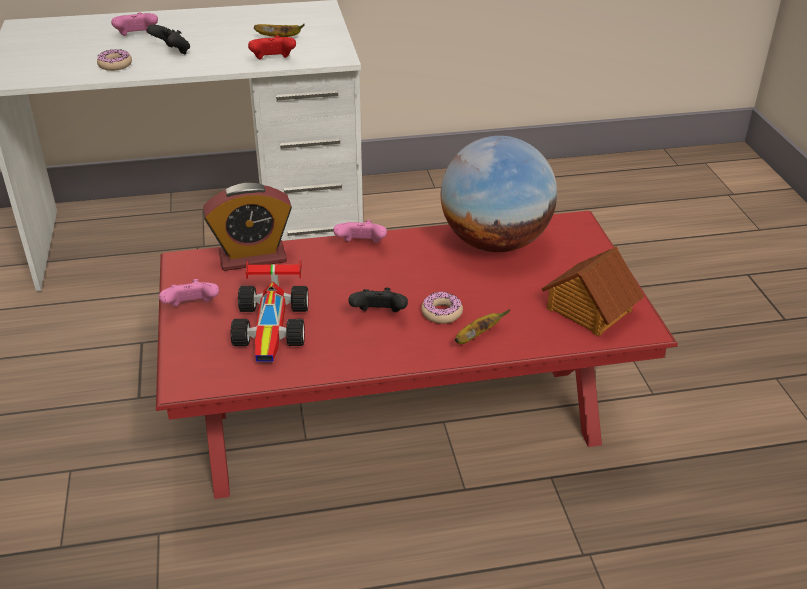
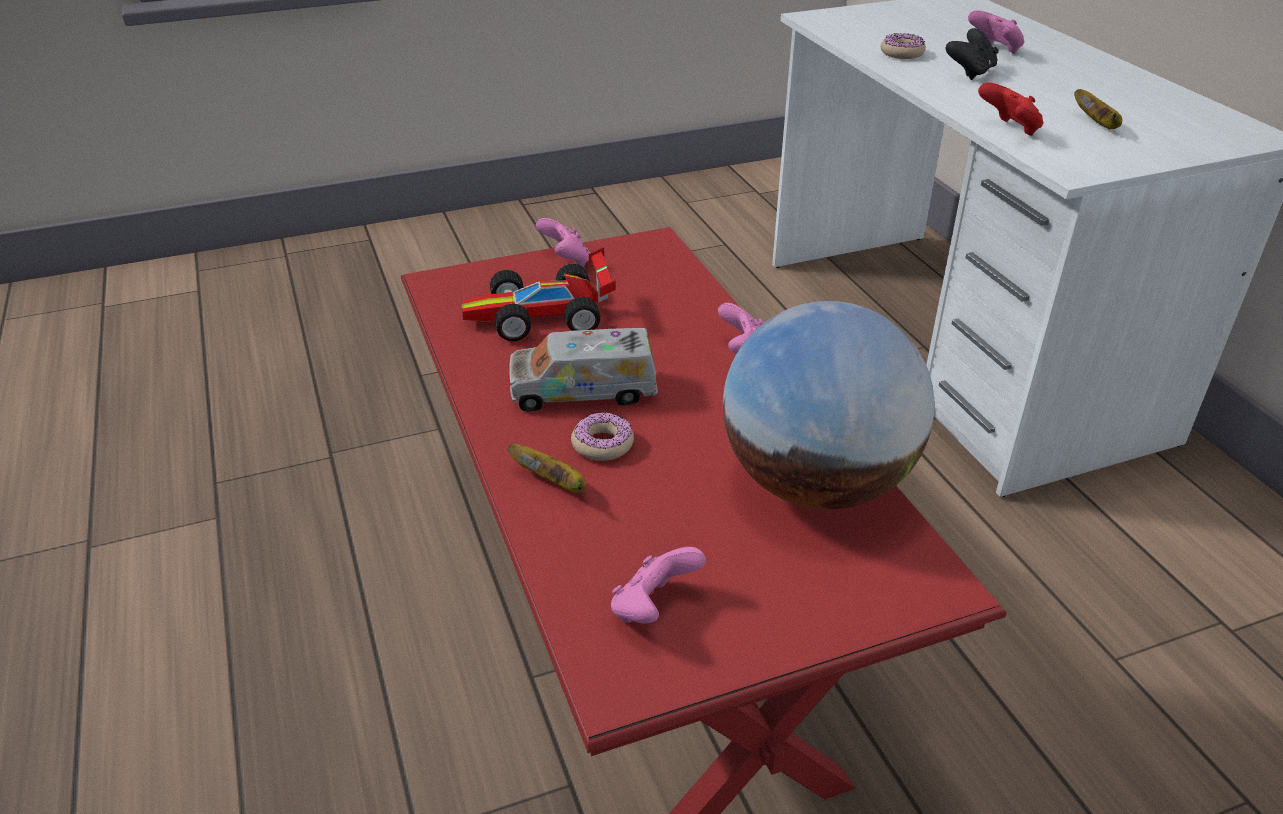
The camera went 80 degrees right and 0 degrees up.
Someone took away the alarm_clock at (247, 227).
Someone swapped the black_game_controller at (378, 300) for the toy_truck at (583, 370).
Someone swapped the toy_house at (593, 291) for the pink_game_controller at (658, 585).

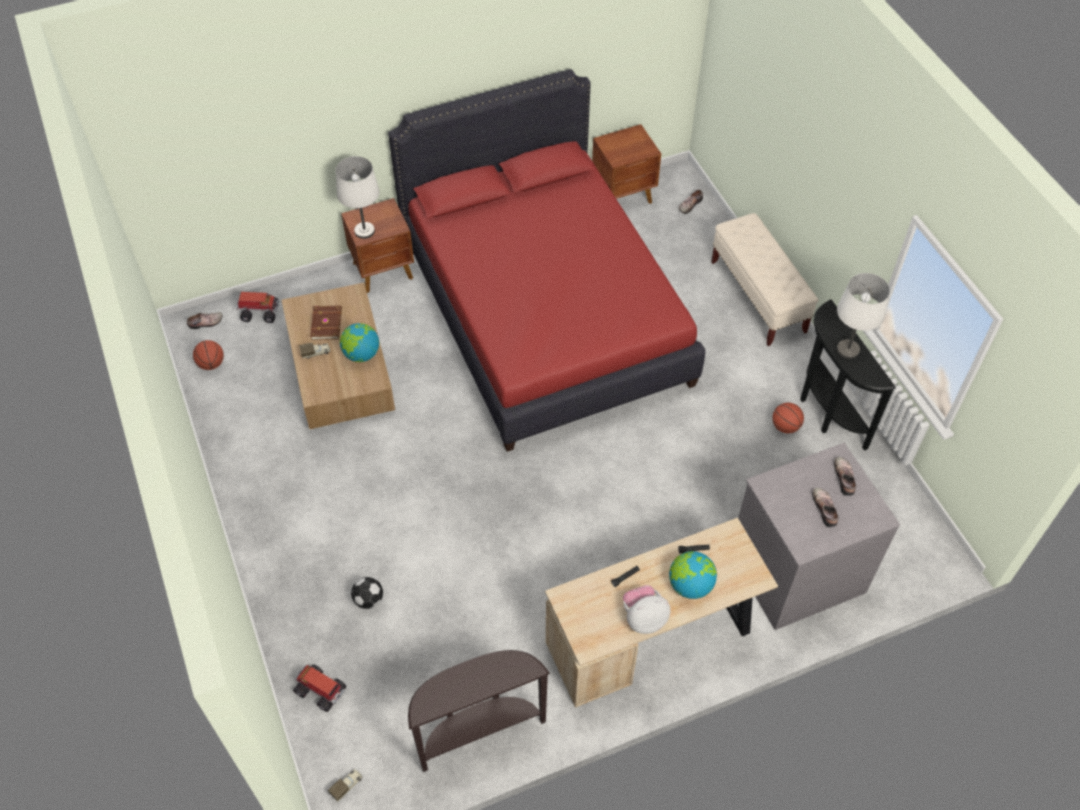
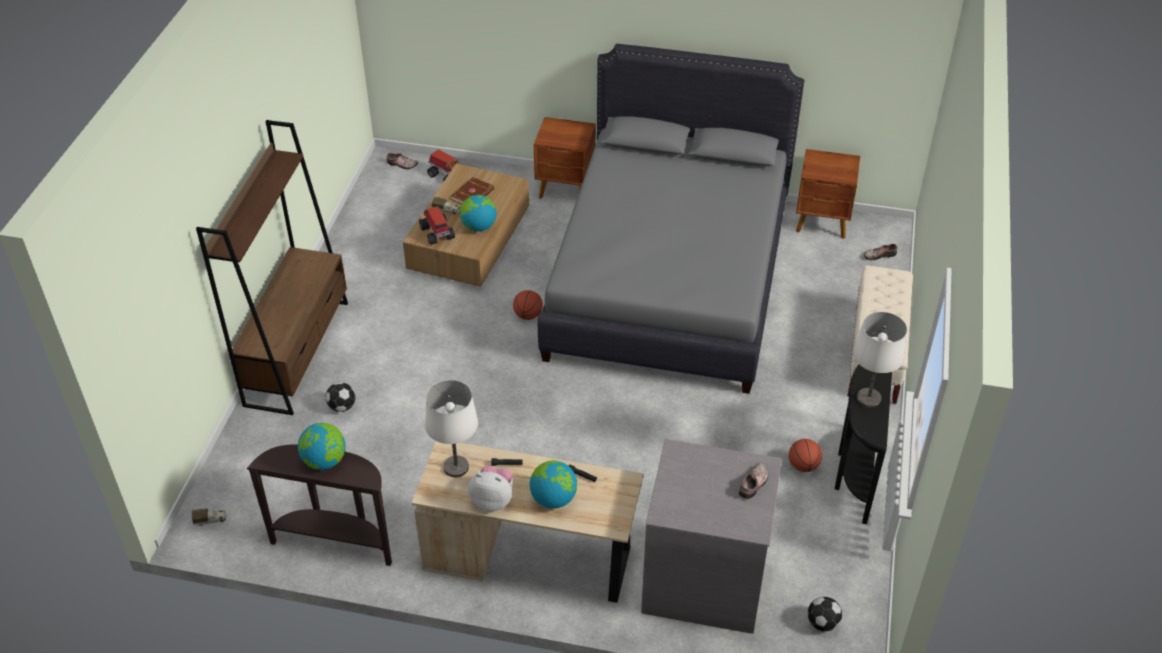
The camera went 35 degrees right and 10 degrees down.
Someone took away the shoe at (825, 507).
Someone put down the brown_bookcase at (272, 267).
Someone put down the globe at (321, 446).
Someone put down the football at (825, 614).
Someone carried the basketball from (208, 355) to (528, 305).
Someone carried the toy_truck from (319, 688) to (437, 225).
Someone carried the white_table_lamp from (357, 197) to (451, 428).
Someone repainted the red_bed at (546, 260), which became the grey_bed at (671, 219).

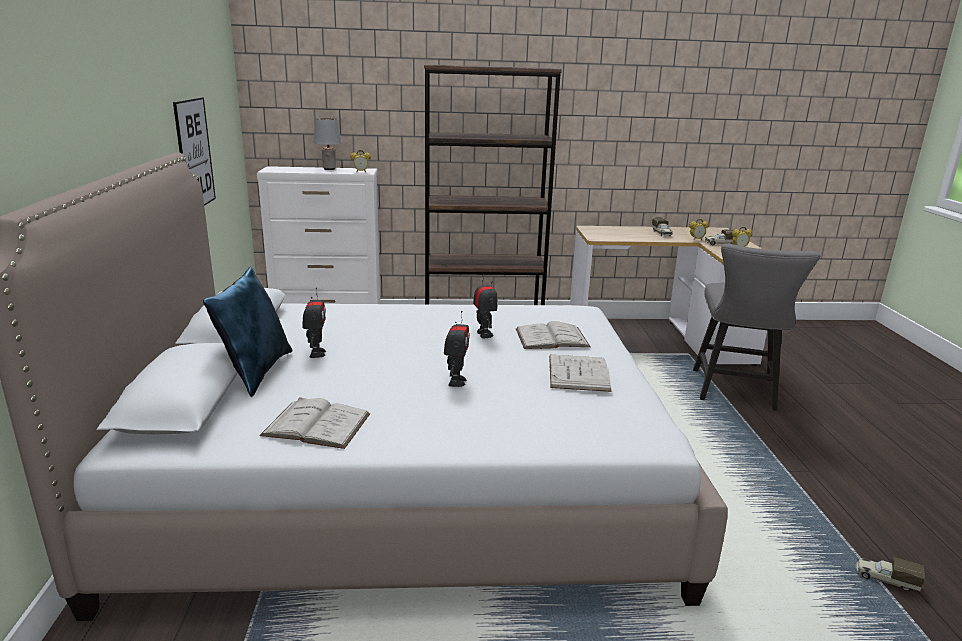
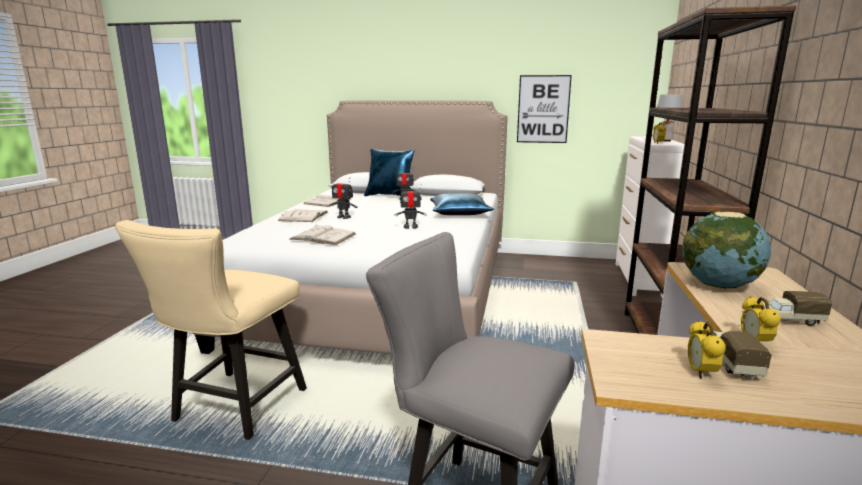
The camera went 105 degrees right and 5 degrees down.
Someone took away the toy_truck at (890, 574).
Someone put down the beige_chair at (211, 330).
Someone put down the blue_pillow at (462, 204).
Someone put down the globe at (727, 250).
Someone carried the white_book from (553, 335) to (302, 216).

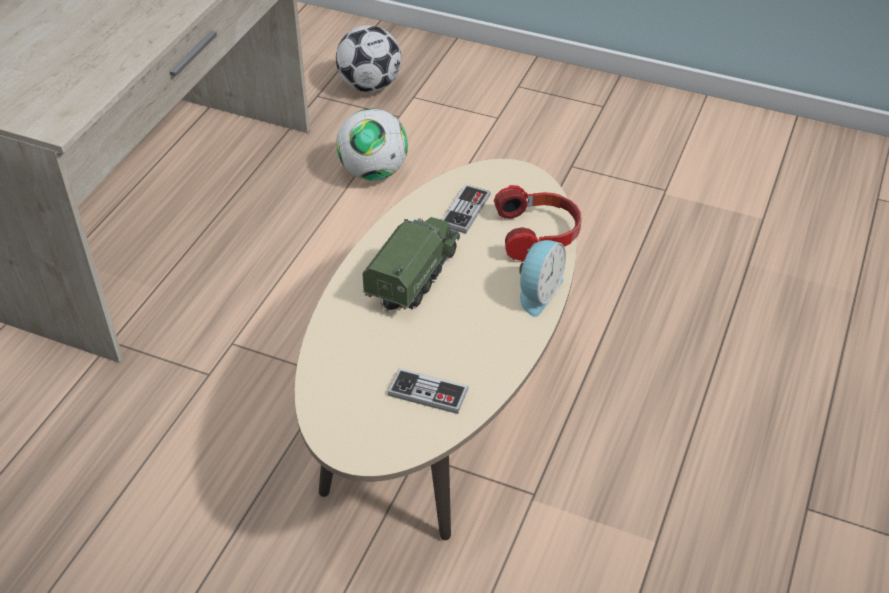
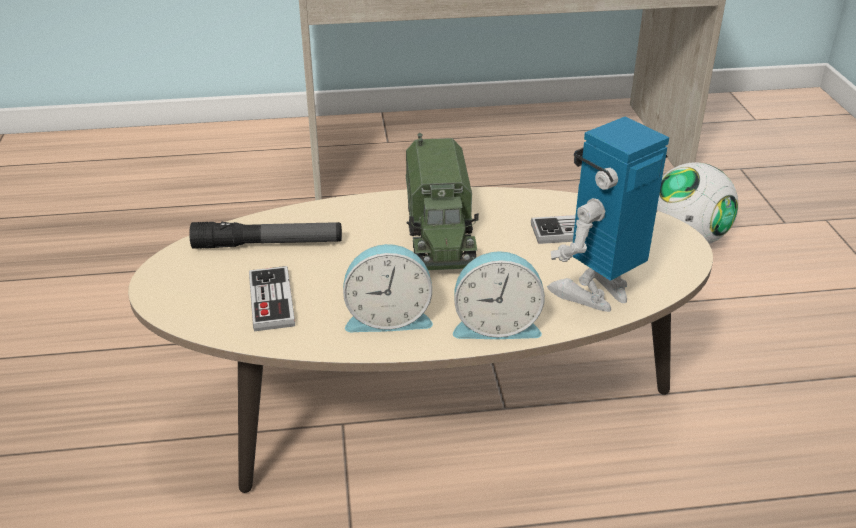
The camera went 60 degrees right and 10 degrees down.
Someone took away the football at (368, 58).
Someone put down the flashlight at (265, 235).
Someone put down the alarm_clock at (388, 288).
Someone swapped the headphones at (538, 223) for the toy_robot at (608, 214).
Someone rotated the toy_truck at (411, 264) by 90 degrees clockwise.

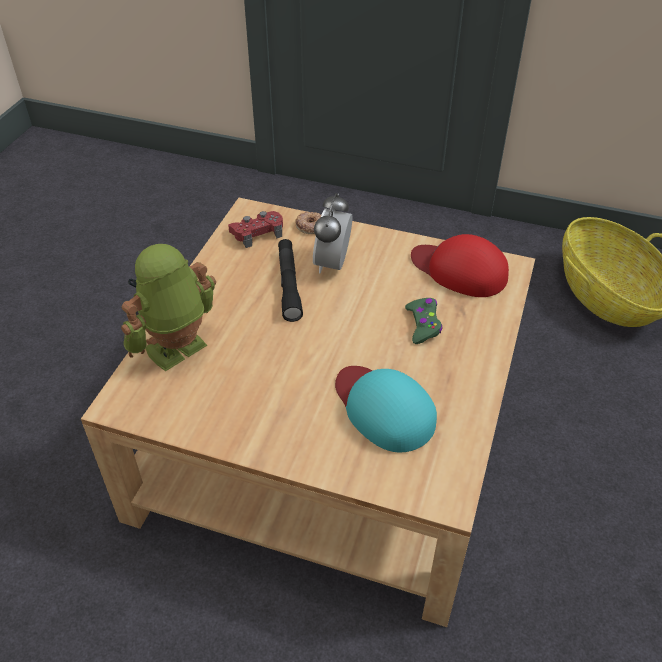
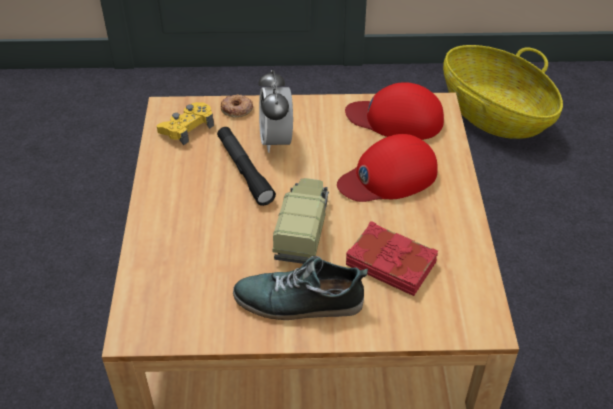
The camera went 20 degrees left and 0 degrees up.
Someone took away the toy_robot at (168, 307).
Someone put down the shoe at (300, 288).
Someone put down the toy_truck at (300, 221).
Someone swapped the turquoise_cap at (386, 409) for the red_book at (392, 258).
Someone swapped the green_game_controller at (423, 321) for the red_cap at (387, 168).
Someone repainted the red_game_controller at (255, 229), which became the yellow_game_controller at (185, 123).

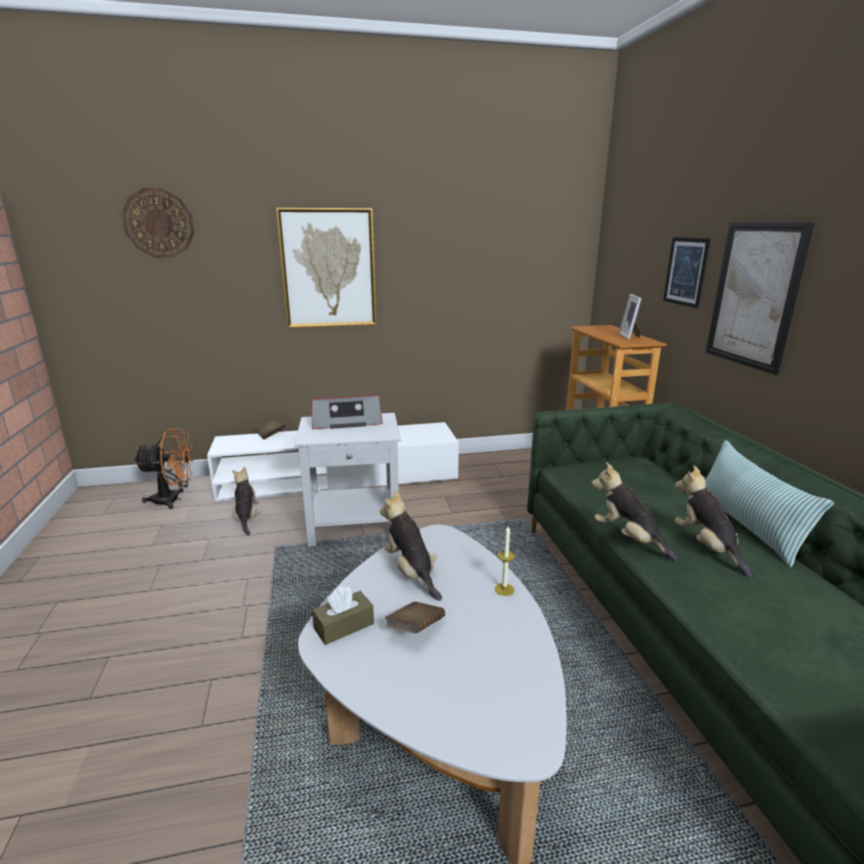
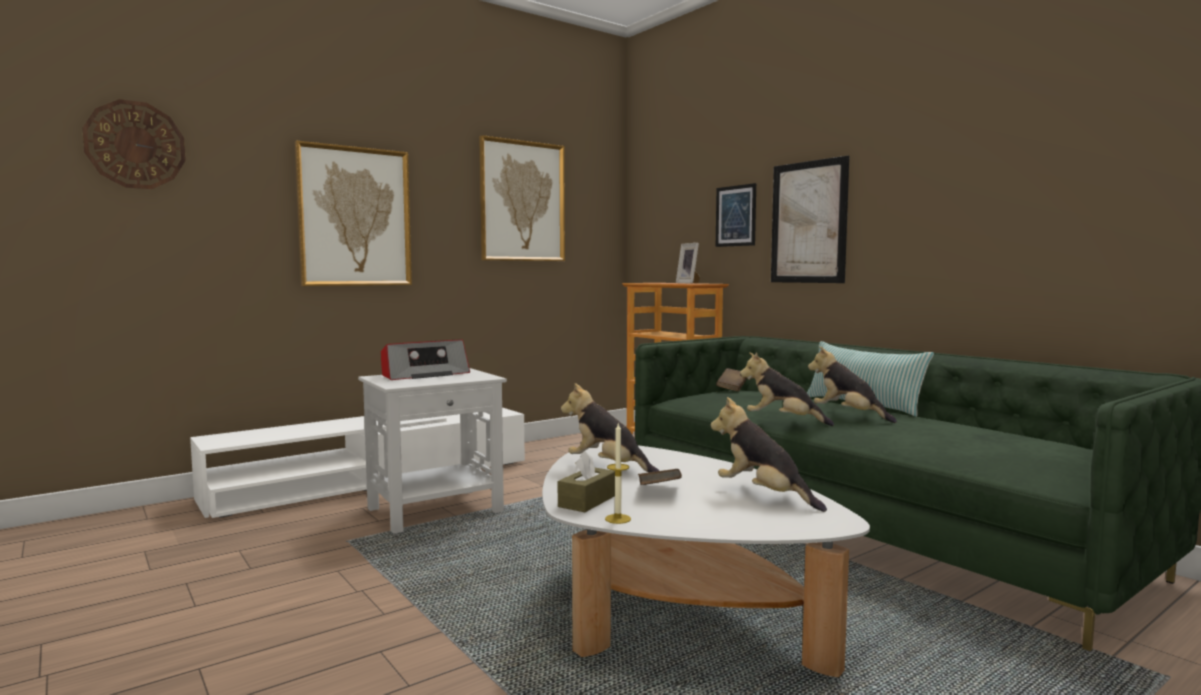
The camera went 25 degrees left and 15 degrees down.
Someone took away the orange_fan at (164, 469).
Someone put up the picture at (522, 198).
Someone carried the plush_toy from (247, 501) to (769, 454).
Someone carried the brown_book from (270, 429) to (731, 379).
Someone carried the candle from (505, 561) to (618, 473).

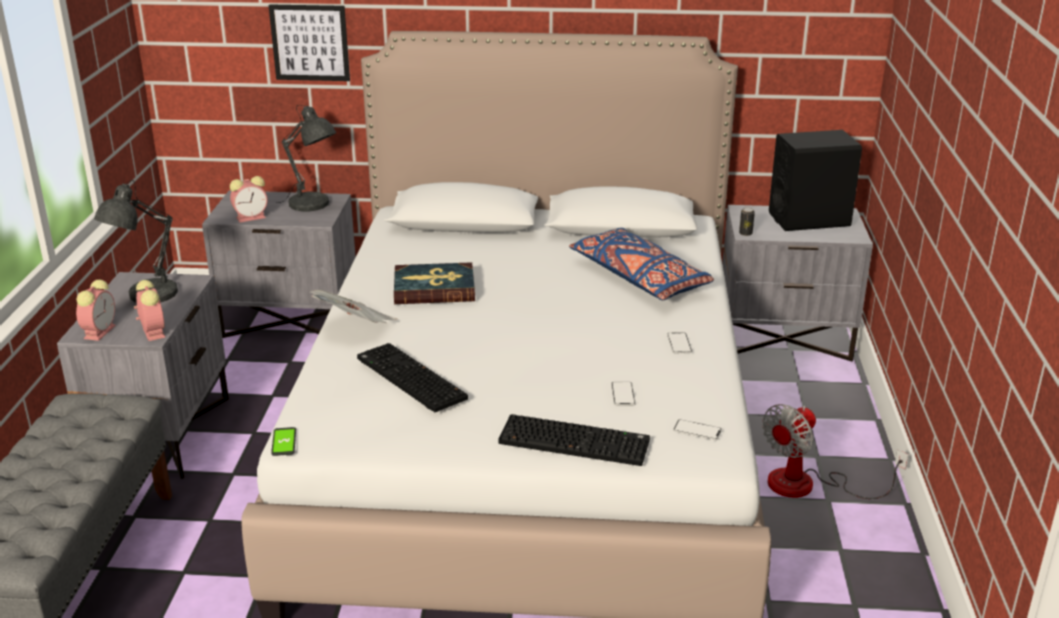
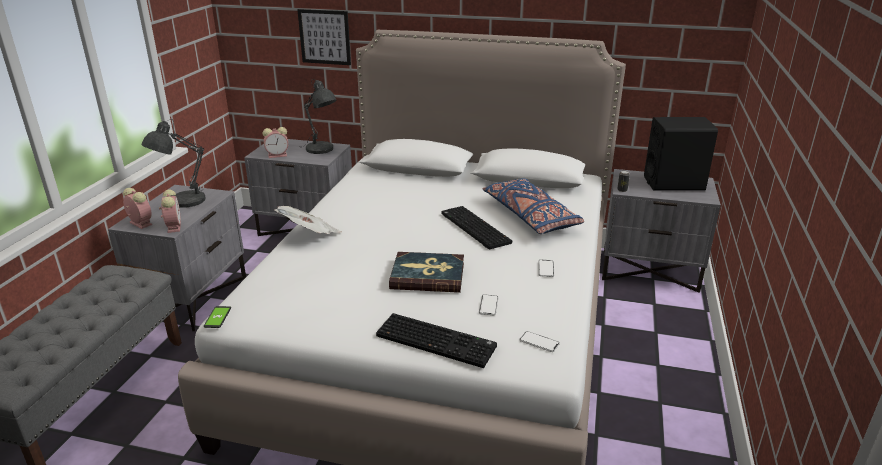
The camera went 10 degrees right and 0 degrees up.
Someone took away the fan at (835, 451).
Someone carried the keyboard from (412, 377) to (477, 227).
Someone carried the book from (434, 283) to (426, 272).
Someone rotated the alarm_clock at (96, 310) by 75 degrees counterclockwise.

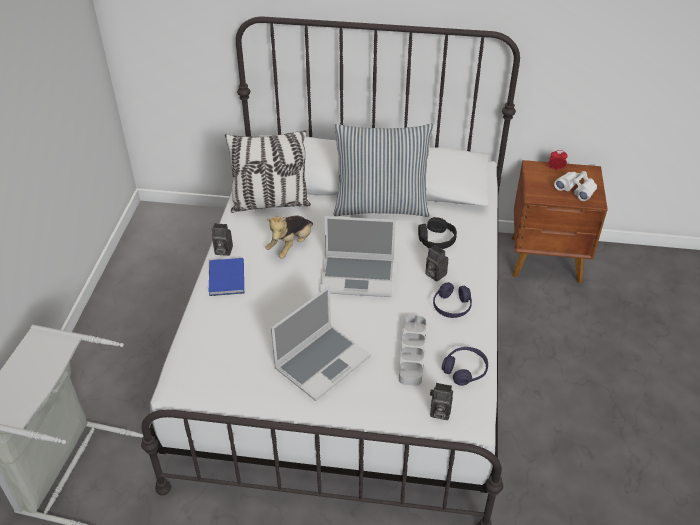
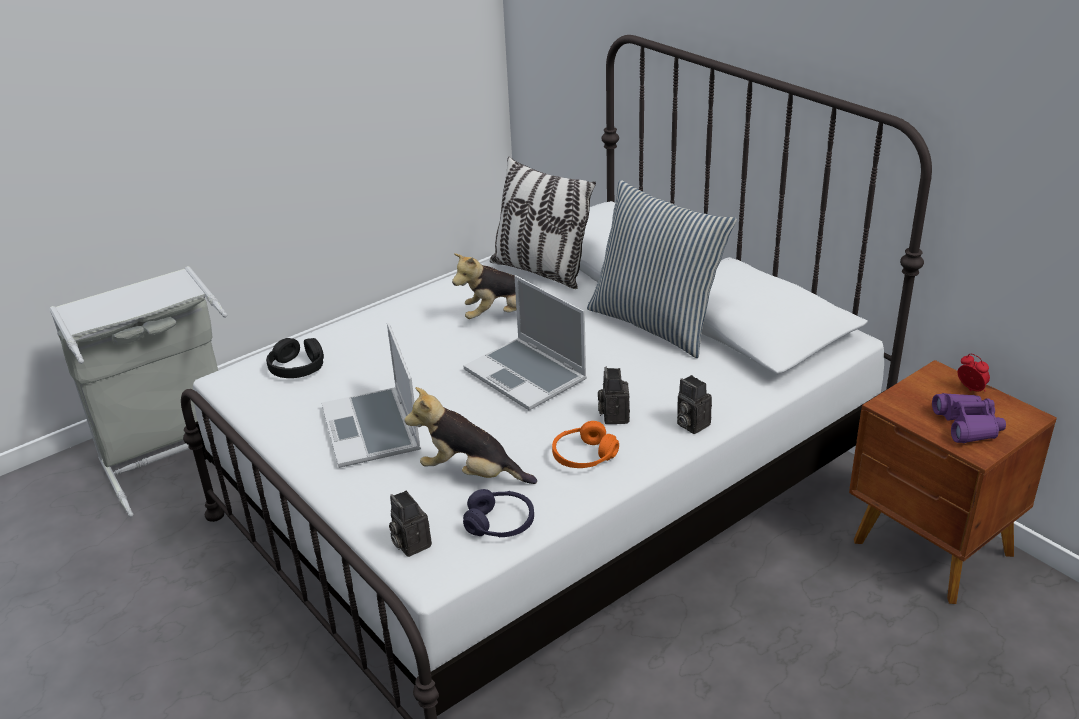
The camera went 45 degrees right and 10 degrees down.
Someone took away the blue_book at (226, 277).
Someone carried the photo_camera from (222, 239) to (694, 404).
Someone carried the black_headphones from (437, 233) to (295, 358).
Someone swapped the grey_tray at (412, 350) for the plush_toy at (470, 435).
Someone repainted the purple_headphones at (452, 300), which became the orange_headphones at (585, 444).
Someone repainted the white_binoculars at (575, 186), which became the purple_binoculars at (969, 418).
Someone rotated the laptop at (321, 343) by 75 degrees clockwise.

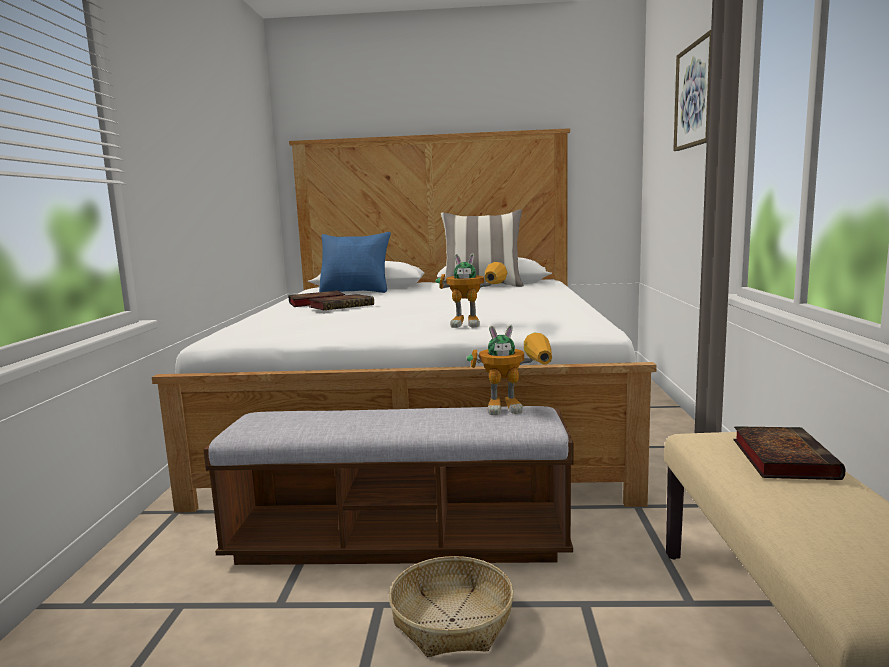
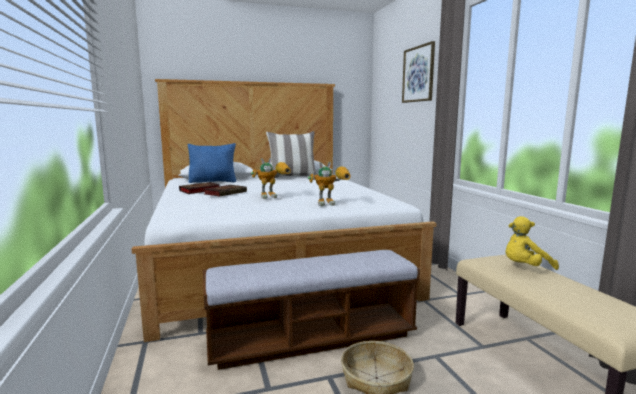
The camera went 20 degrees left and 0 degrees up.
Someone carried the toy_robot from (509, 370) to (271, 178).
Someone swapped the book at (789, 453) for the yellow_plush_toy at (532, 243).

